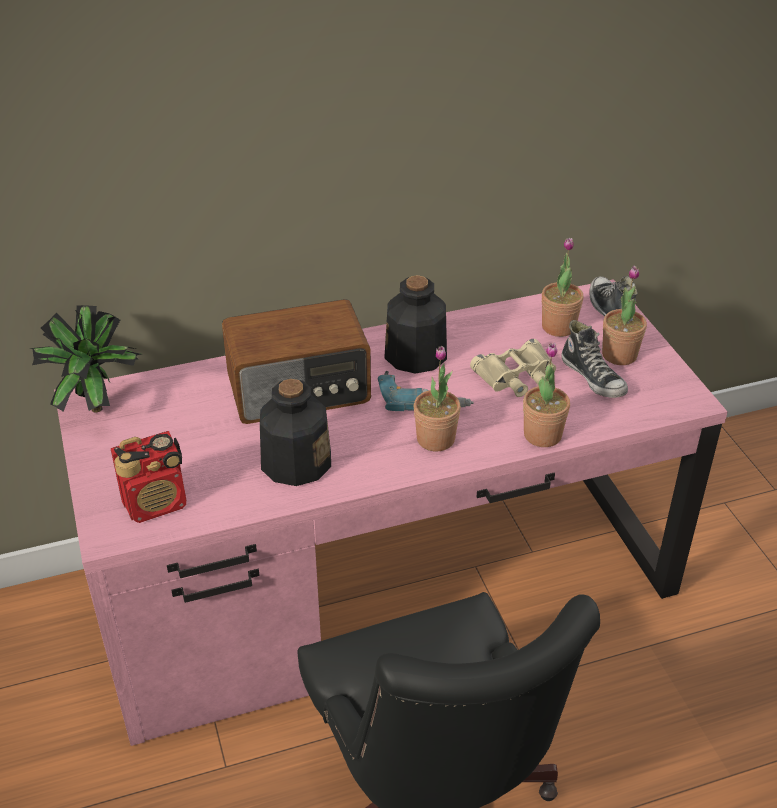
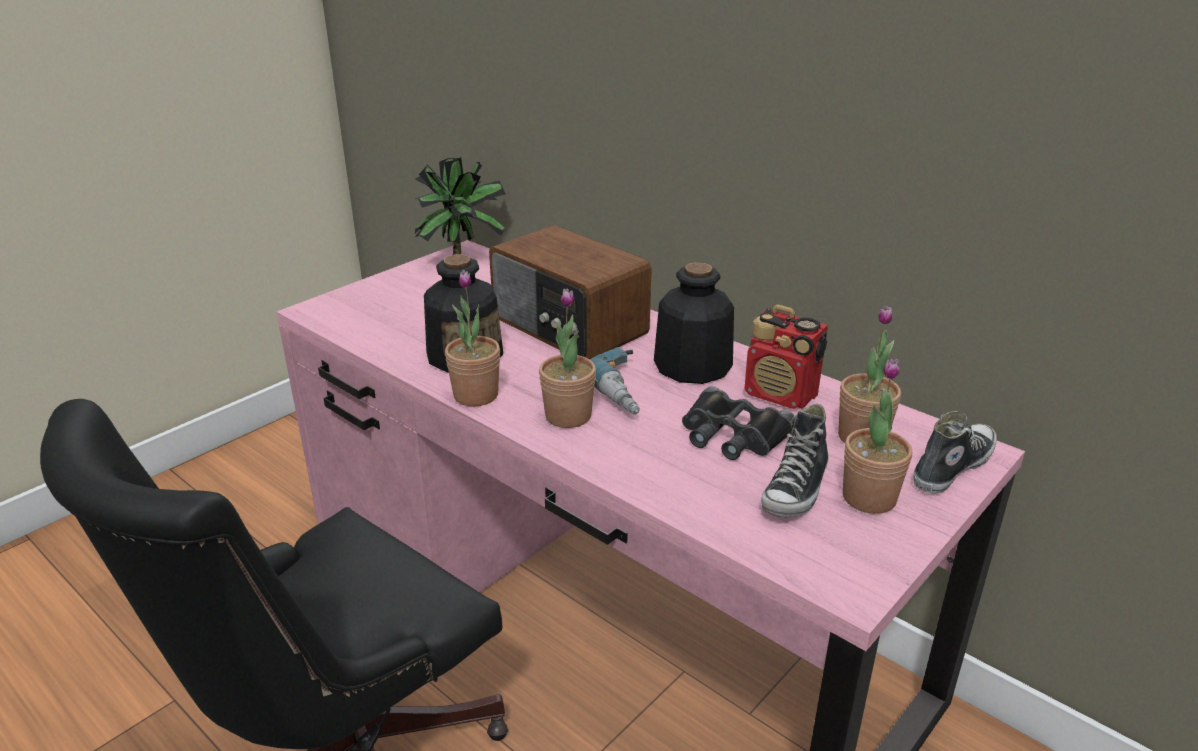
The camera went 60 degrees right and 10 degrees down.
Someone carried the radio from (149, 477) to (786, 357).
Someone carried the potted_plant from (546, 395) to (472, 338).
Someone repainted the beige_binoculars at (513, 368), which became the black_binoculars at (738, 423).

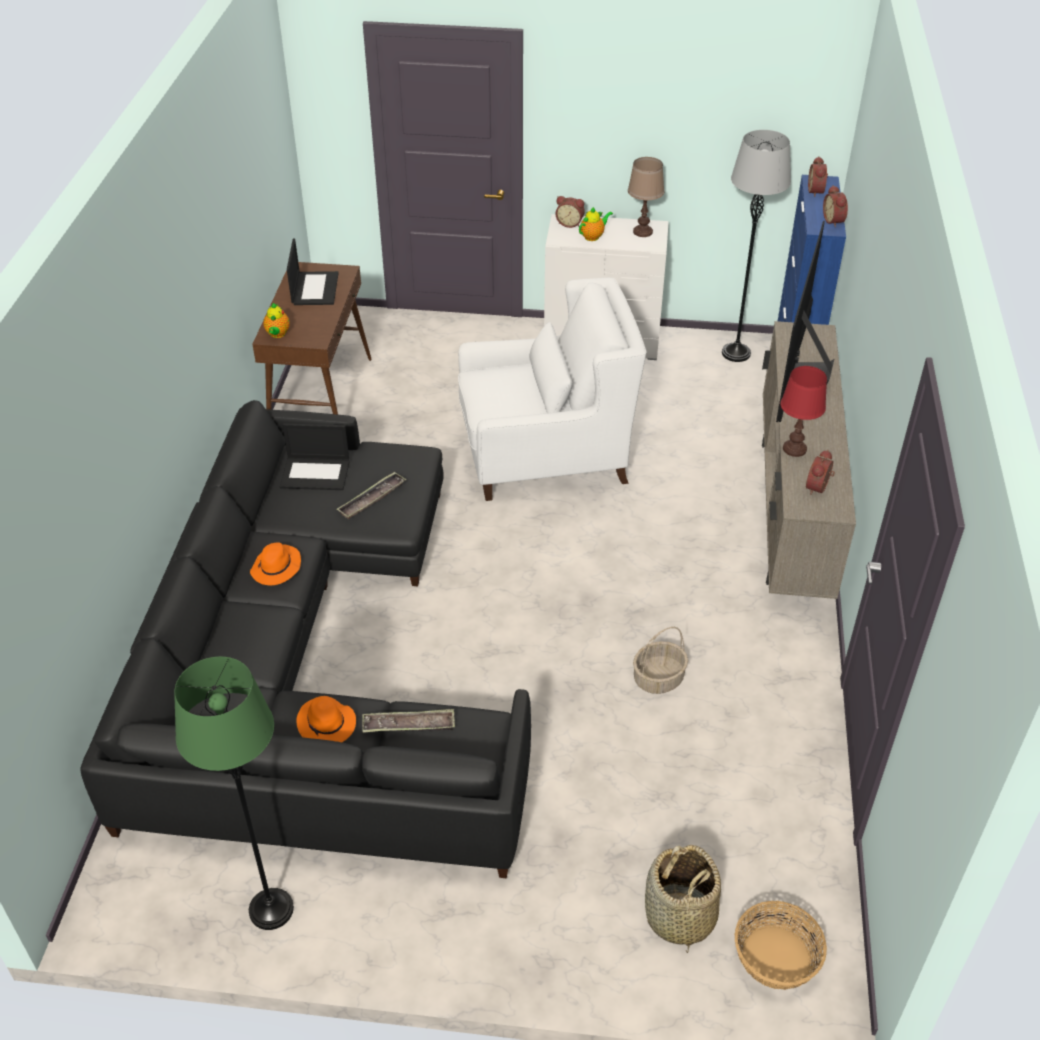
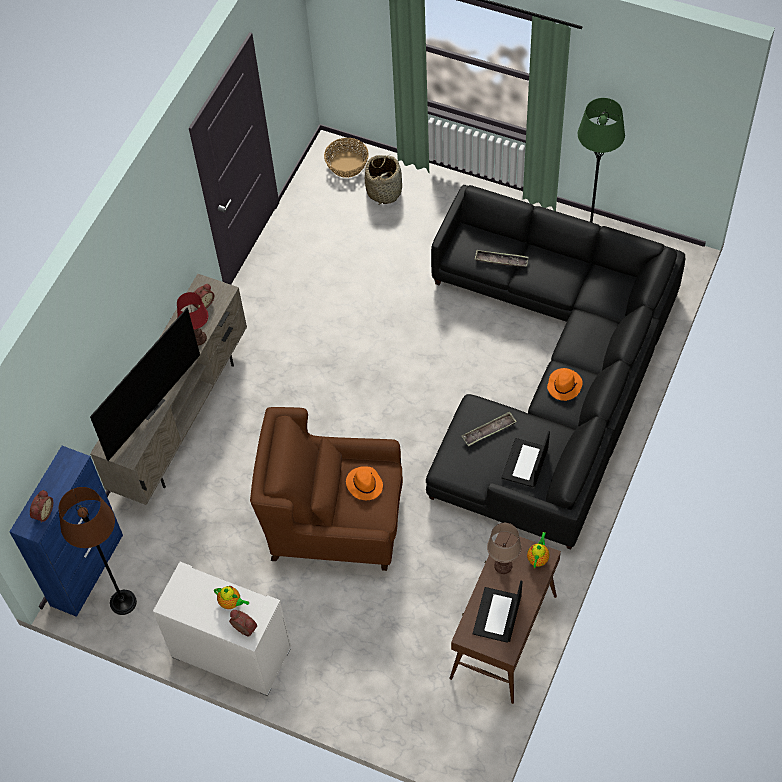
The camera went 160 degrees left and 15 degrees up.
Someone took away the basket at (660, 660).
Someone took away the alarm_clock at (835, 206).
Someone carried the orange_hat from (326, 719) to (364, 483).
Someone carried the brown_table_lamp from (646, 197) to (504, 548).
Someone repainted the white_armchair at (552, 389), which became the brown_armchair at (326, 489).
Someone repainted the grey_floor_lamp at (756, 246), which became the brown_floor_lamp at (98, 551).
Someone rotated the laptop at (315, 456) by 90 degrees counterclockwise.
Someone rotated the teapot at (596, 224) by 135 degrees counterclockwise.

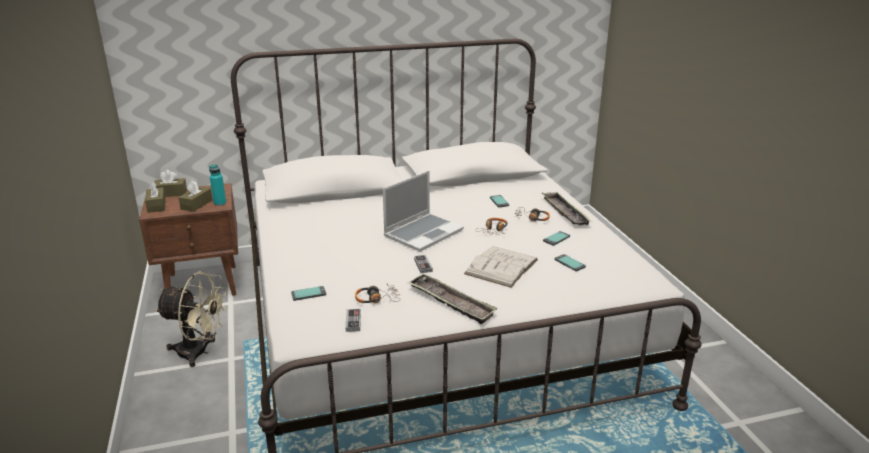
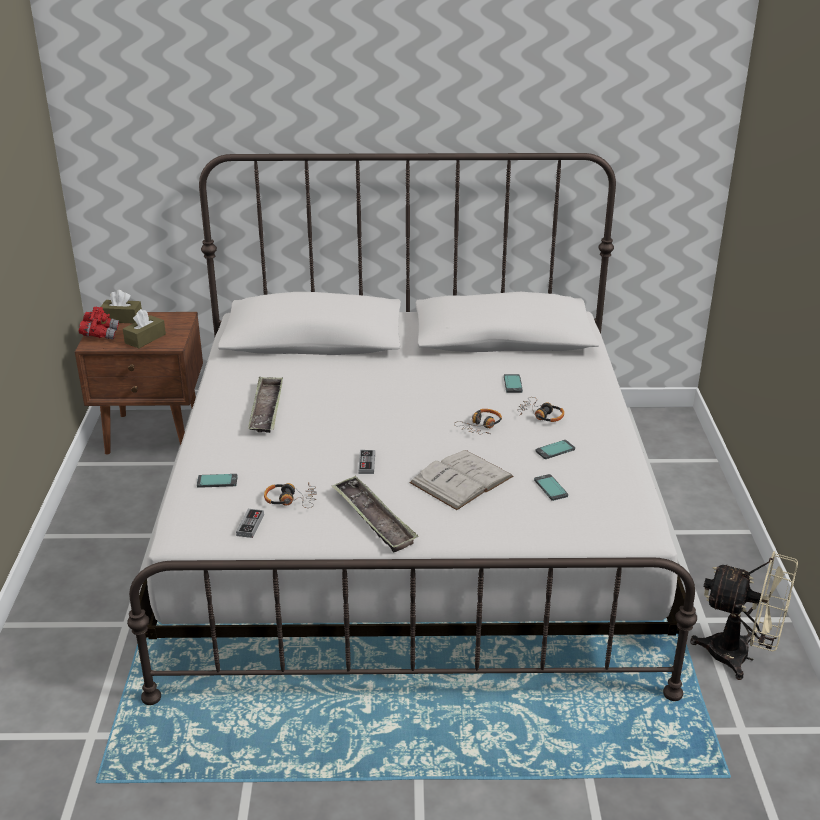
The camera went 15 degrees right and 5 degrees up.
Someone took away the turquoise_bottle at (217, 185).
Someone took away the laptop at (423, 211).
Someone carried the beige_fan from (191, 319) to (744, 615).
Someone carried the tray from (567, 208) to (265, 404).
Someone swapped the brown_tissue_box at (155, 197) for the red_binoculars at (98, 323).

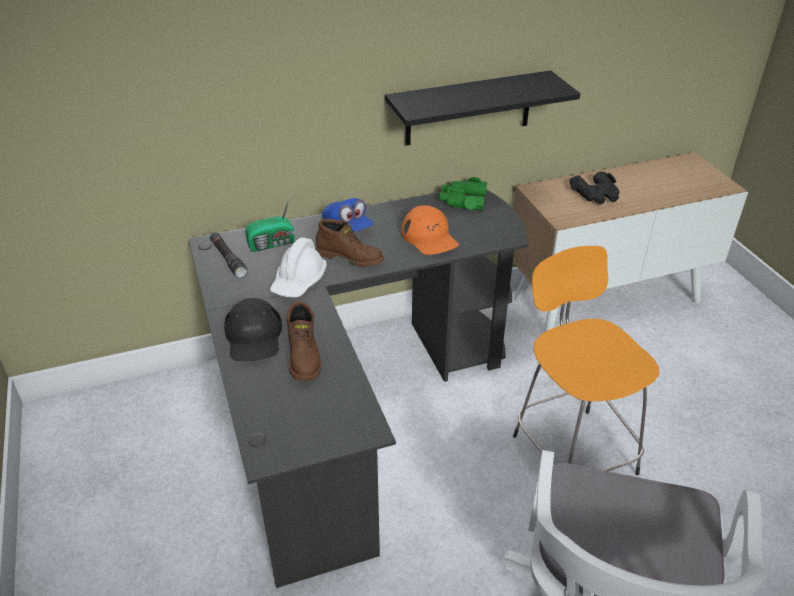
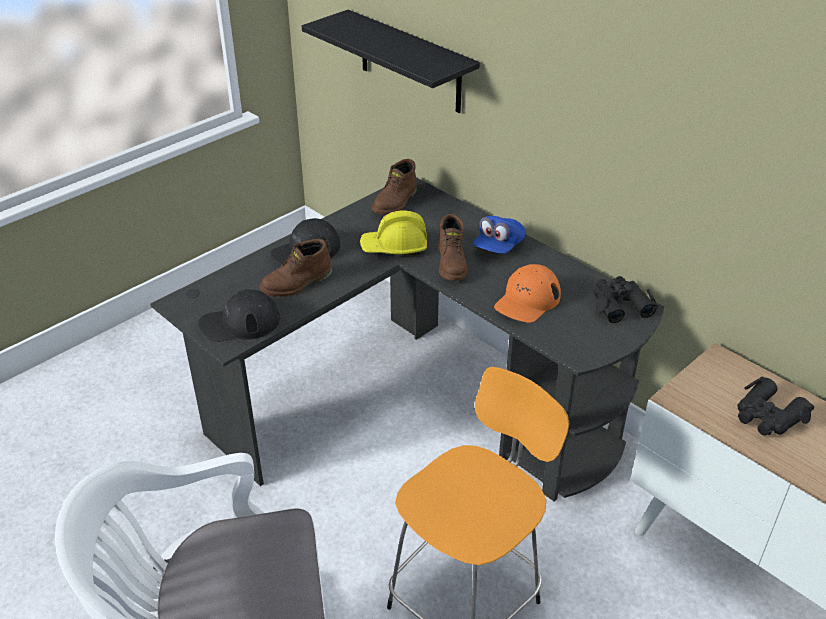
The camera went 65 degrees right and 0 degrees up.
Someone took away the radio at (270, 224).
Someone put down the black_cap at (239, 315).
Someone carried the black_shelf from (483, 107) to (391, 61).
Someone swapped the black_flashlight at (229, 255) for the brown_boot at (394, 187).
Someone repainted the white_hard_hat at (298, 267), which became the yellow_hard_hat at (393, 233).
Someone repainted the green_binoculars at (463, 194), which became the black_binoculars at (626, 299).

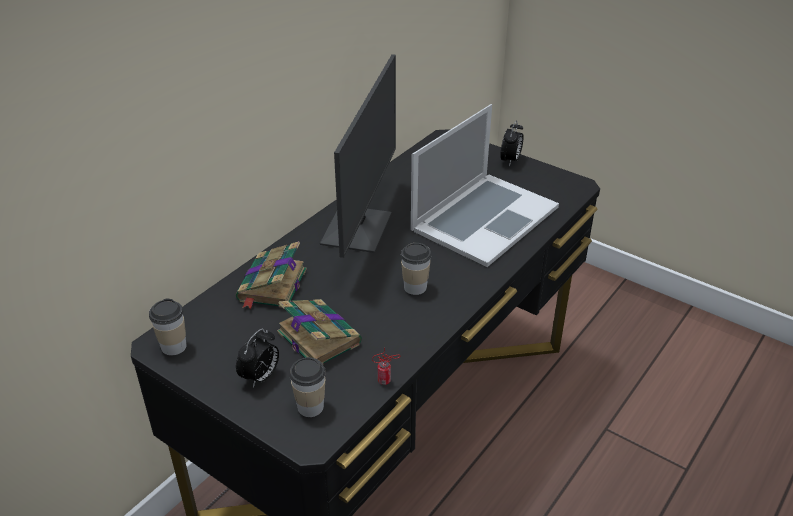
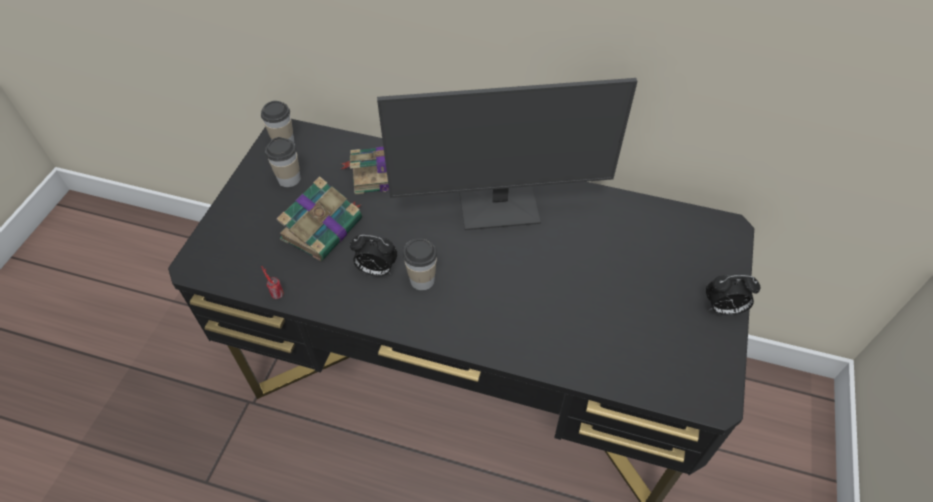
The camera went 70 degrees right and 15 degrees up.
Someone took away the laptop at (485, 185).
Someone carried the alarm_clock from (257, 358) to (374, 255).
Someone carried the cup from (307, 387) to (283, 162).

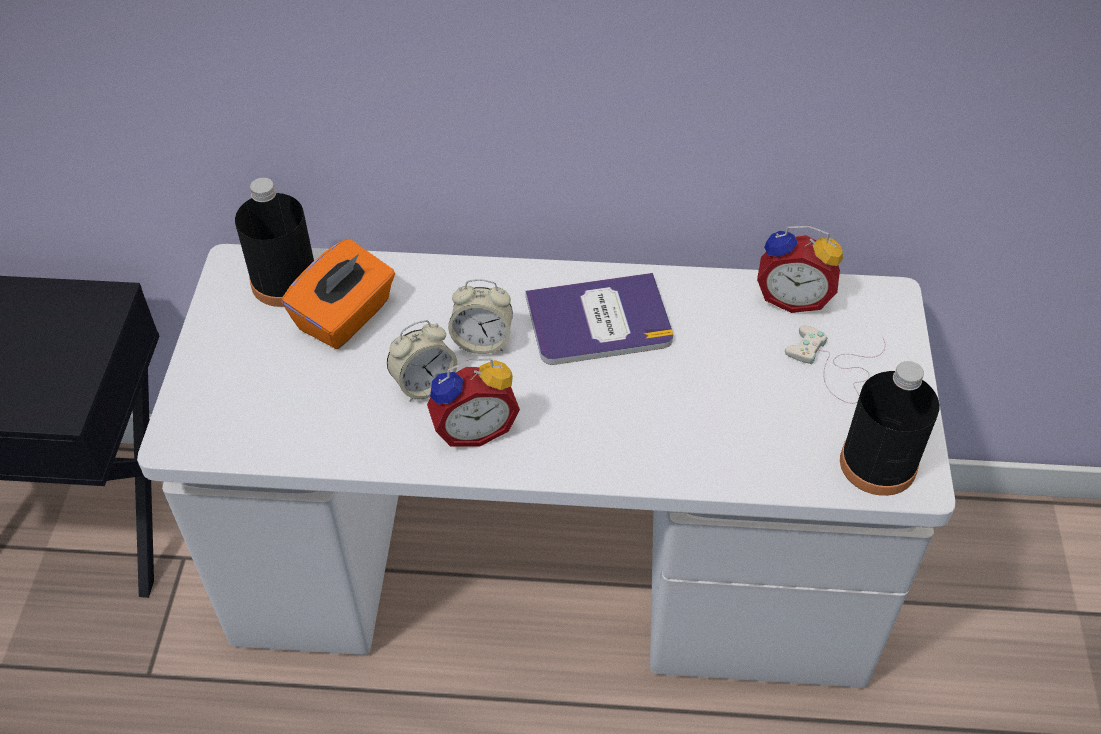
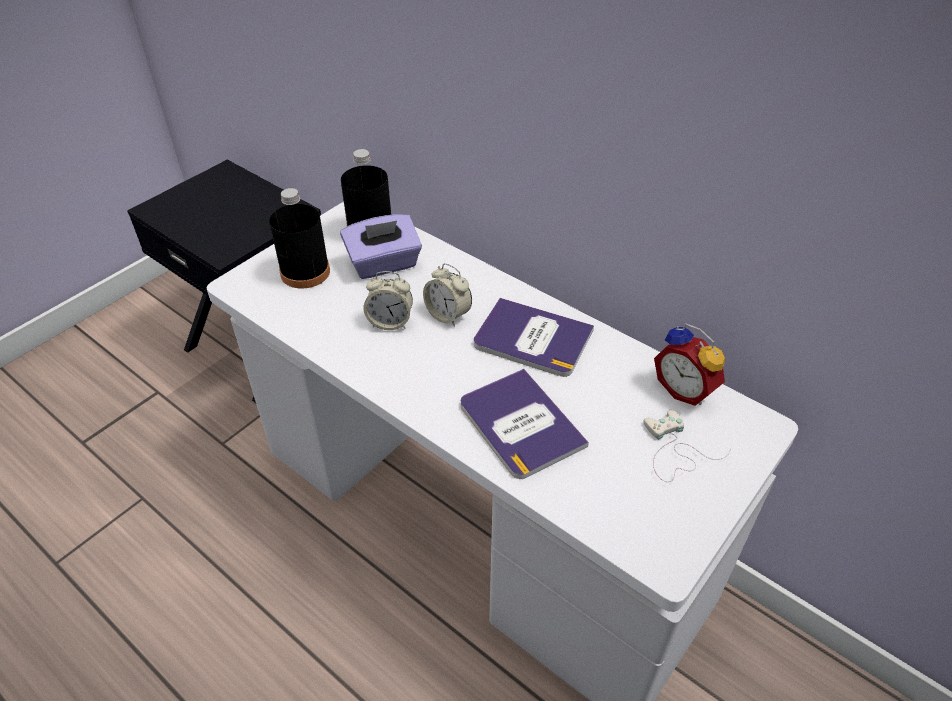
The camera went 35 degrees right and 5 degrees down.
Someone took away the alarm_clock at (473, 403).
Someone put down the book at (525, 424).
Someone carried the black_bottle from (889, 428) to (299, 238).
Someone repainted the orange_tissue_box at (338, 294), which became the purple_tissue_box at (381, 246).

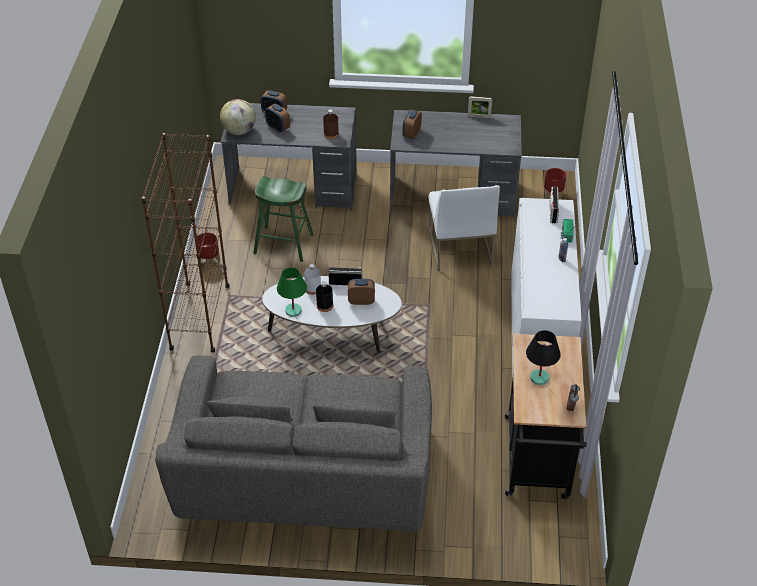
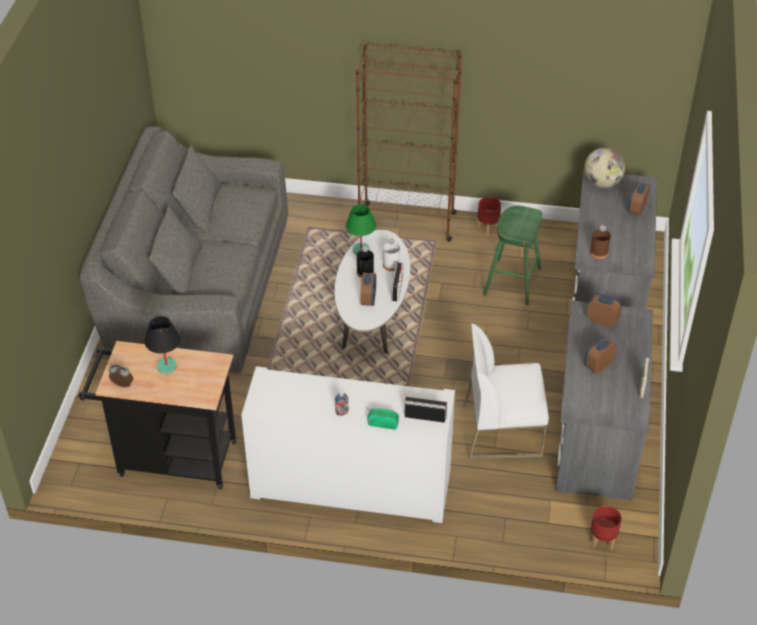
The camera went 95 degrees right and 0 degrees up.
Someone carried the alarm_clock from (277, 118) to (600, 355).

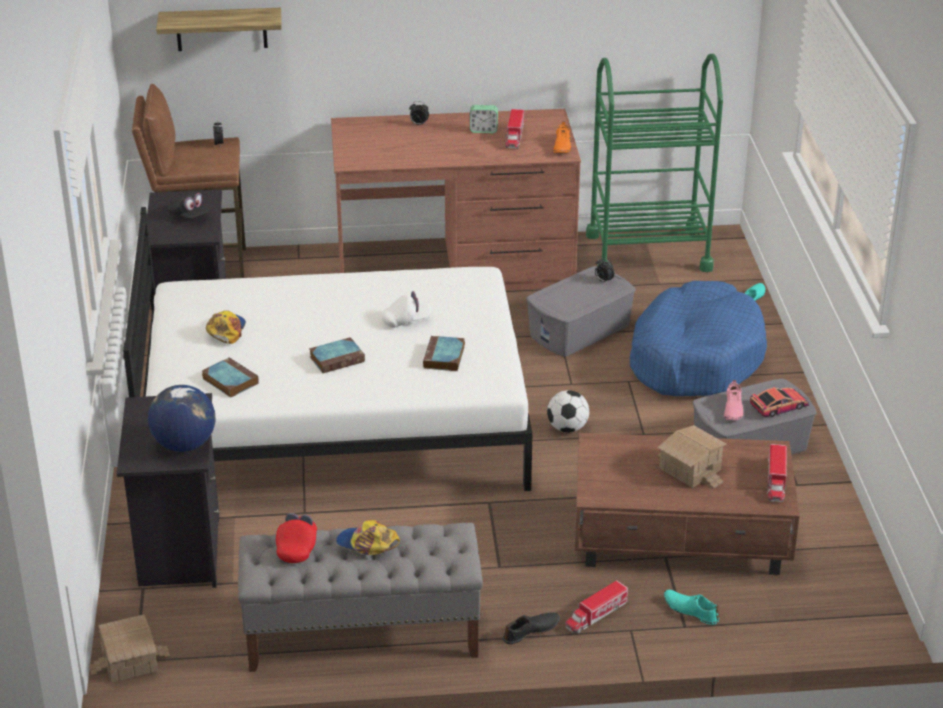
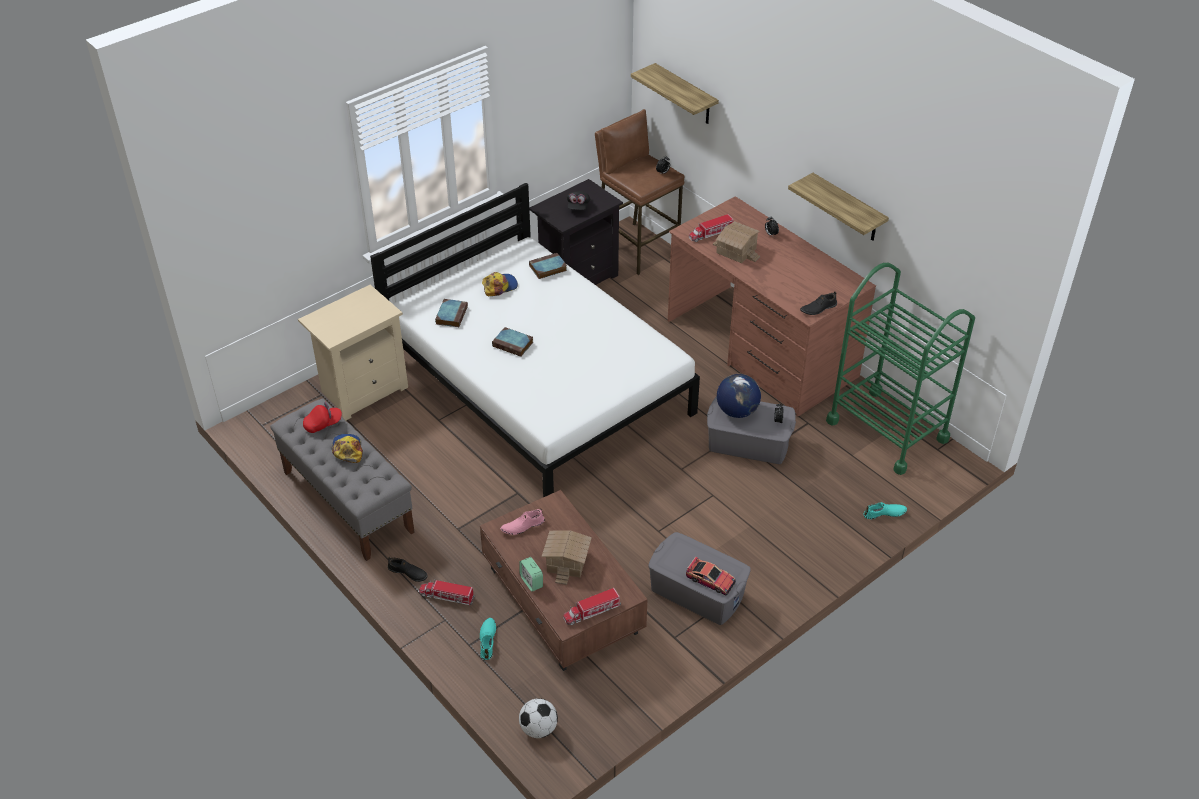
The camera went 55 degrees right and 10 degrees up.
Someone took away the white_cap at (406, 309).
Someone took away the blue_dog_bed at (698, 338).
Someone put up the shelf at (838, 207).
Someone carried the toy_house from (129, 649) to (736, 242).
Someone carried the globe from (181, 418) to (739, 396).
Someone carried the book from (444, 353) to (548, 266).
Someone carried the alarm_clock from (484, 119) to (531, 574).
Someone carried the toy_truck from (514, 129) to (711, 228).
Someone carried the football from (568, 411) to (538, 718).
Someone carried the pink_shoe from (734, 400) to (522, 521).
Someone repainted the black_nightstand at (168, 490), which became the beige_nightstand at (353, 353).
Someone repainted the orange_shoe at (562, 137), which became the black_shoe at (818, 303).

